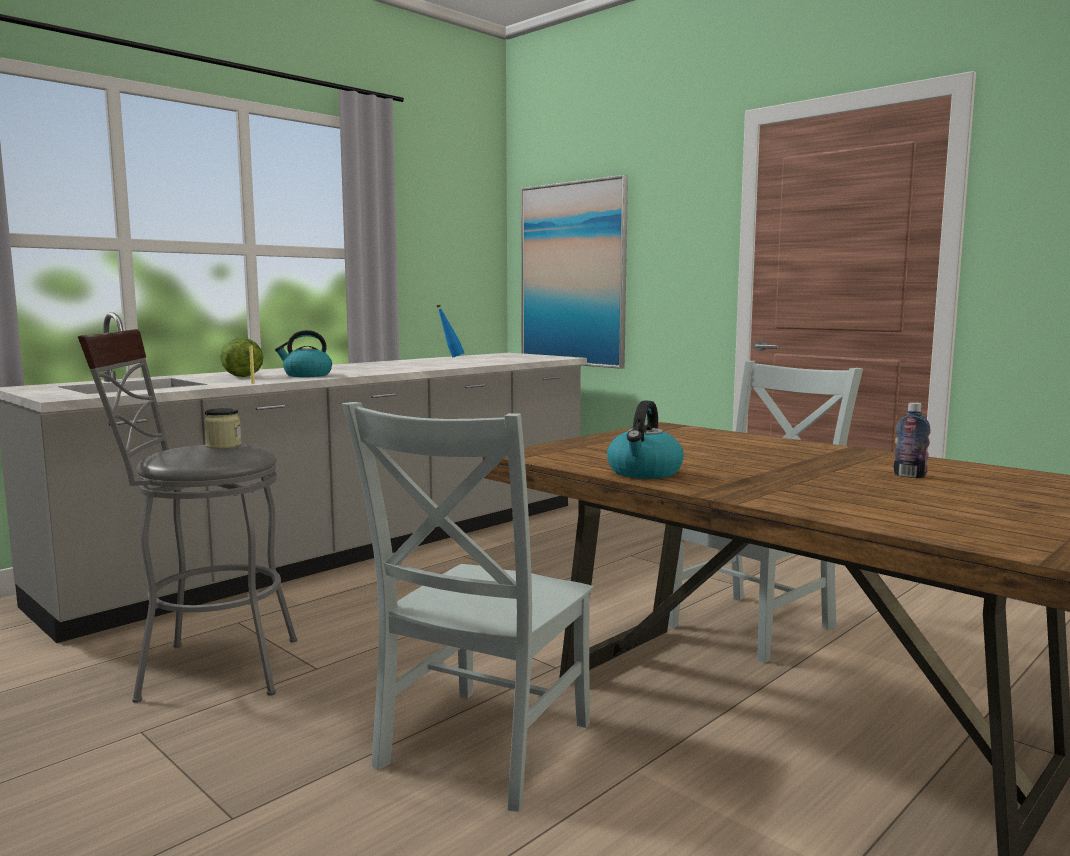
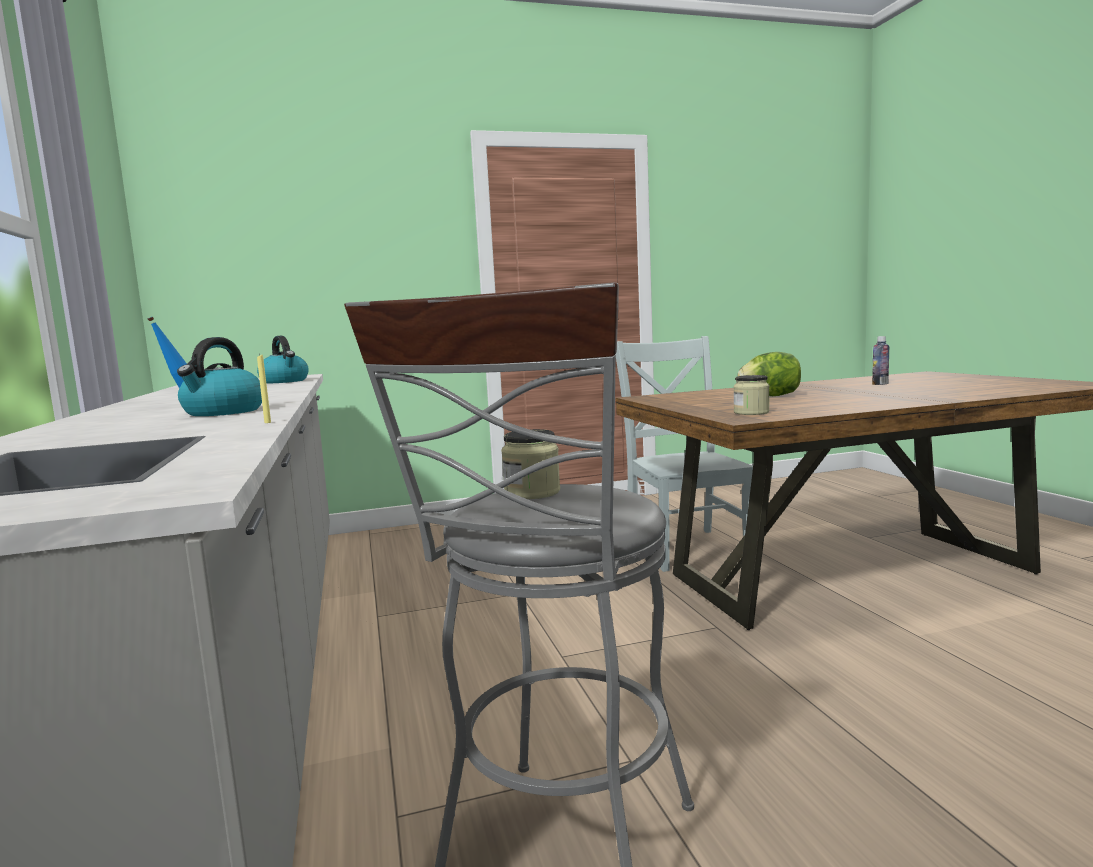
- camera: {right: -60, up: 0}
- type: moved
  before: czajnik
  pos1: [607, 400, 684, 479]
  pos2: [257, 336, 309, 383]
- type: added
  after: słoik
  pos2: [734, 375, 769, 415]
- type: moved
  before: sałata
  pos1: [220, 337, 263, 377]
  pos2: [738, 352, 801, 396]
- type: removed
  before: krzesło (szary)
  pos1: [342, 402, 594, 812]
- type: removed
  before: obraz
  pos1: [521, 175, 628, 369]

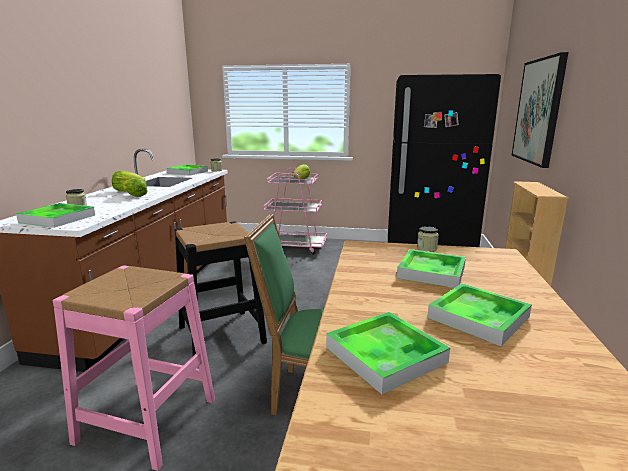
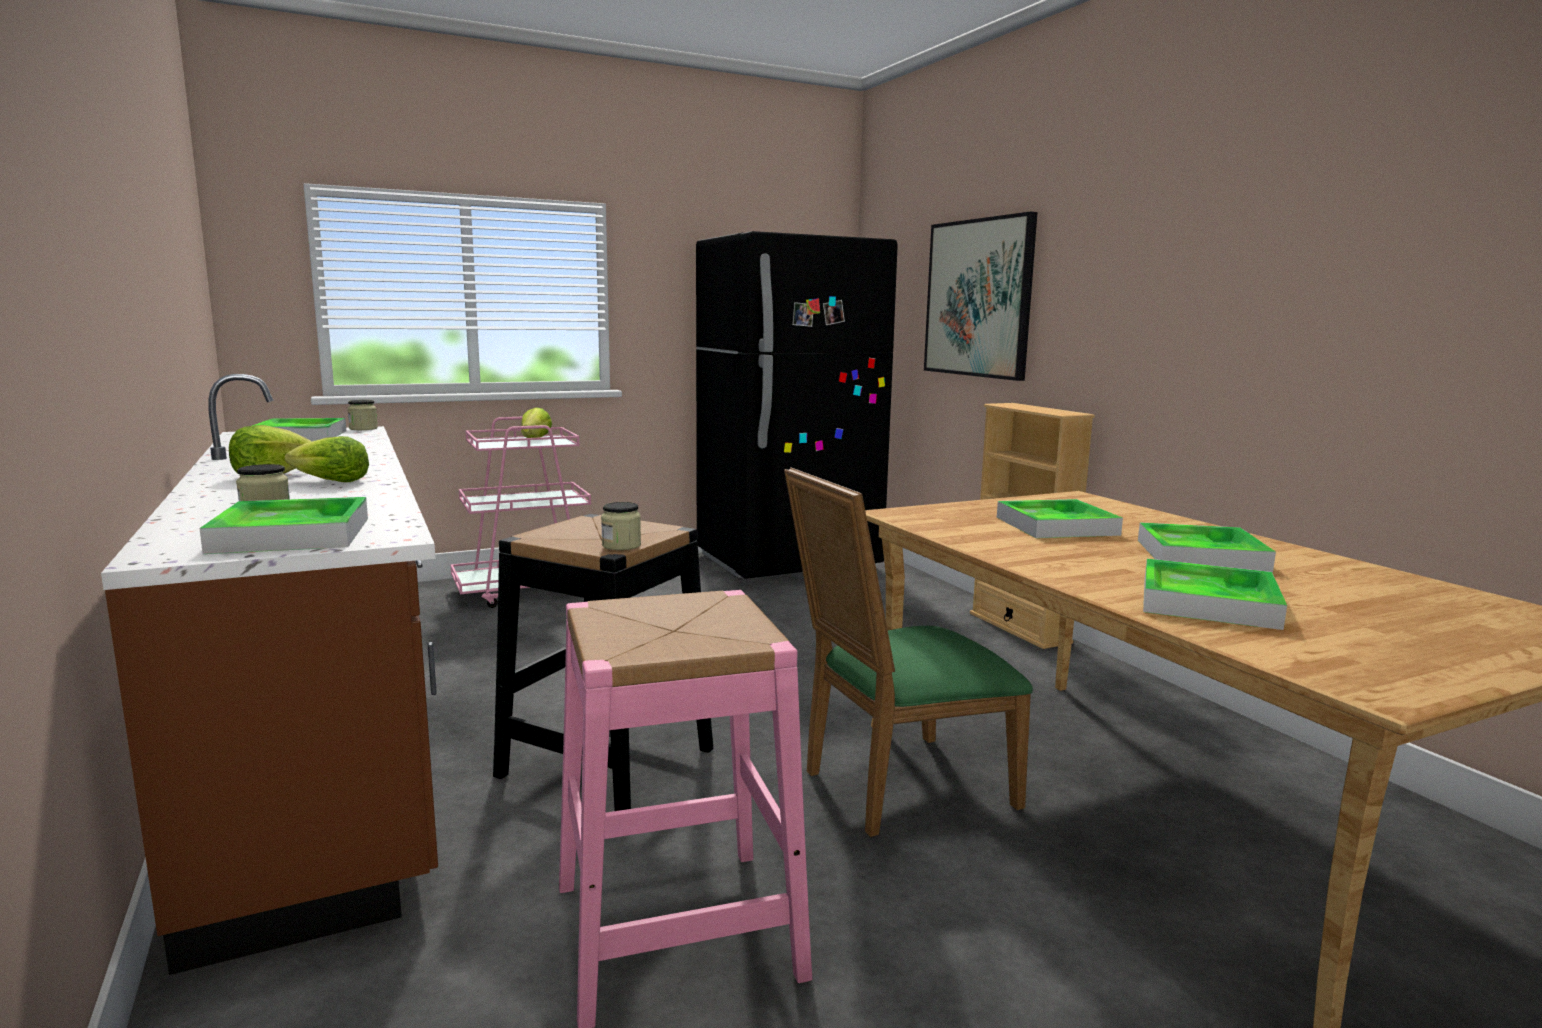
- camera: {right: -35, up: -5}
- type: moved
  before: słoik
  pos1: [417, 226, 439, 252]
  pos2: [601, 502, 641, 550]

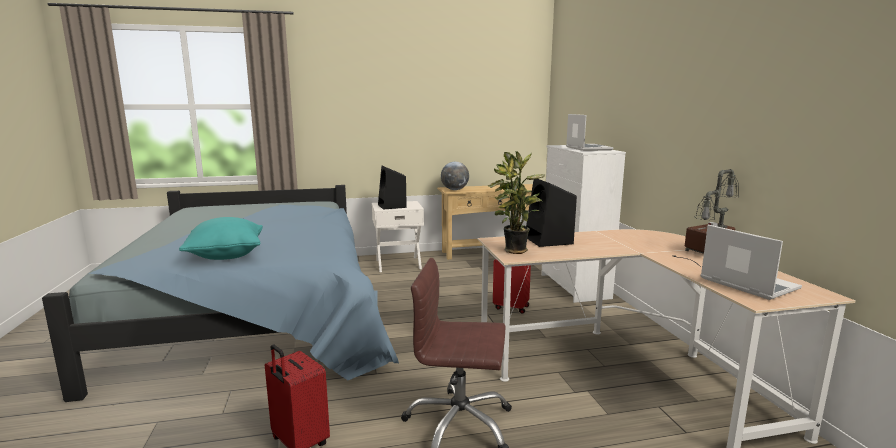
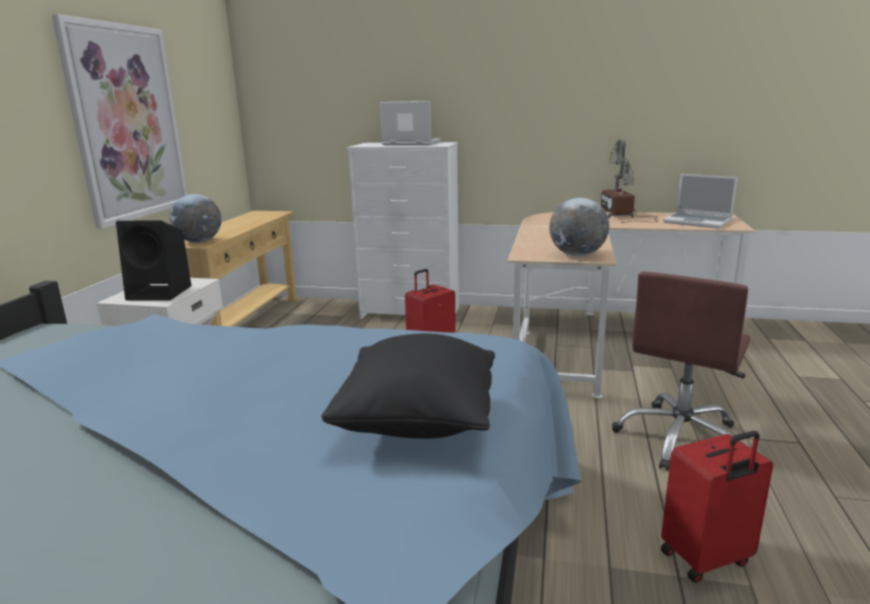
- camera: {right: -65, up: 5}
- type: added
  after: obraz
  pos2: [51, 14, 187, 229]
- type: recoloured
  before: poduszka (turkusowy)
  after: poduszka (czarny)
  pos1: [179, 217, 263, 260]
  pos2: [321, 333, 495, 439]
- type: replaced
  before: roślina doniczkowa
  after: globus
  pos1: [487, 151, 545, 254]
  pos2: [549, 198, 609, 256]
- type: turned
  before: laptop
  pos1: [700, 225, 802, 300]
  pos2: [663, 174, 738, 229]
  turn: -135
- type: removed
  before: głośnik (czarny)
  pos1: [526, 179, 577, 247]

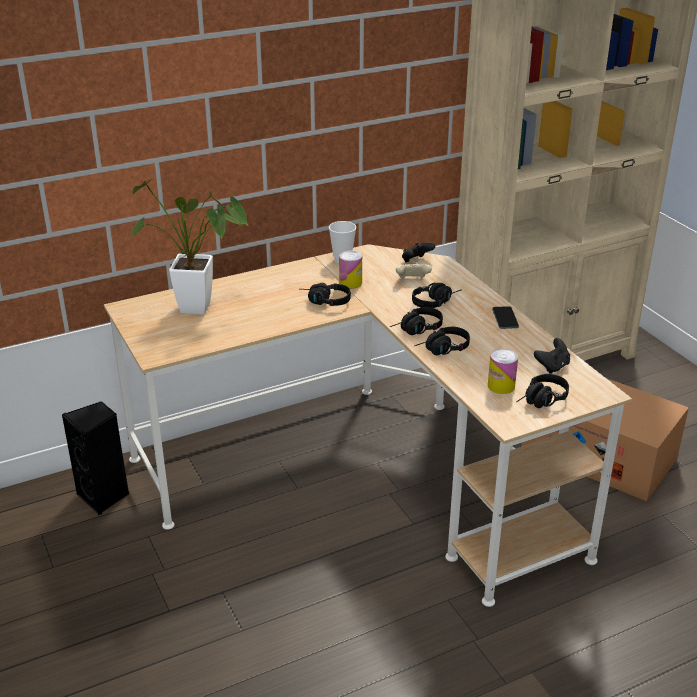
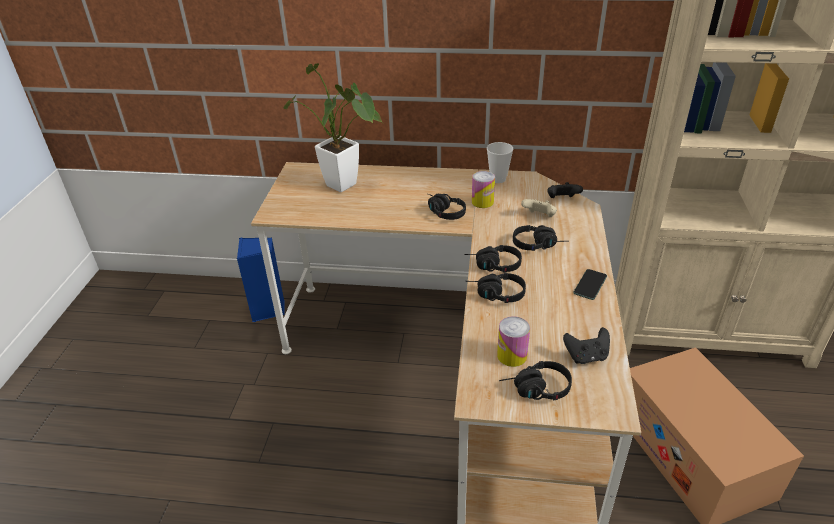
- camera: {right: 35, up: 5}
- type: recoloured
  before: głośnik (czarny)
  after: głośnik (niebieski)
  pos1: [62, 401, 129, 515]
  pos2: [237, 237, 284, 322]

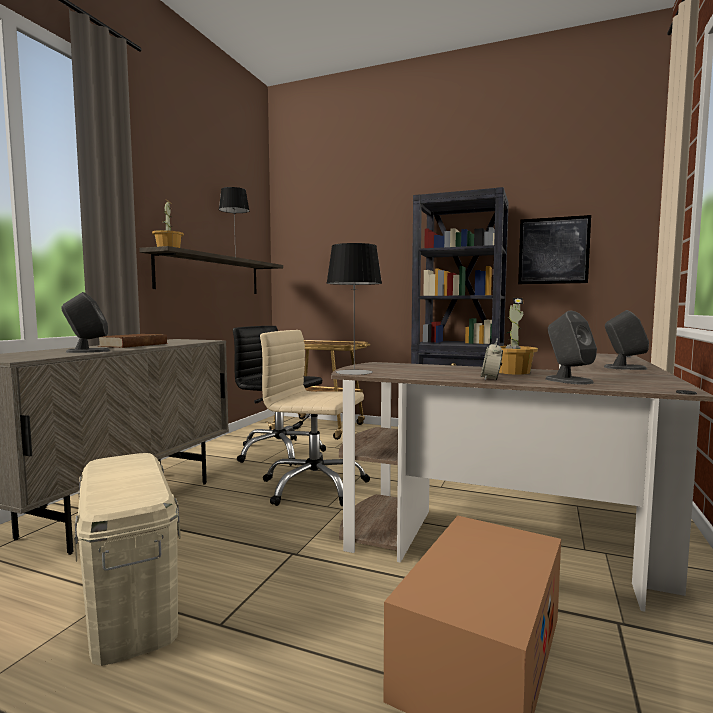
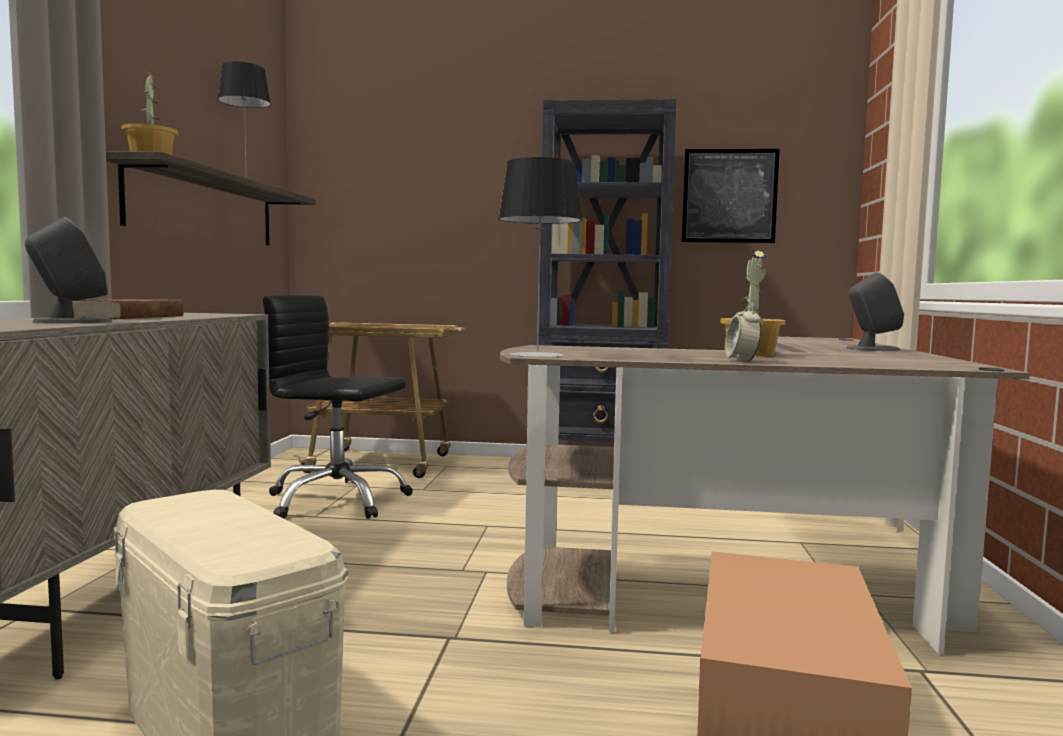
- camera: {right: -15, up: 0}
- type: removed
  before: krzesło biurowe (beżowy)
  pos1: [260, 330, 370, 506]
- type: removed
  before: głośnik (szary)
  pos1: [545, 311, 597, 385]

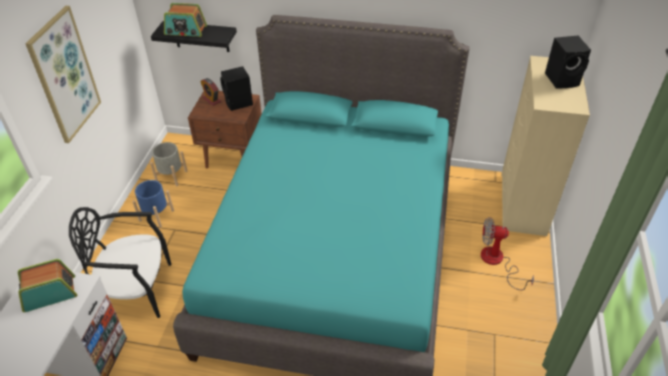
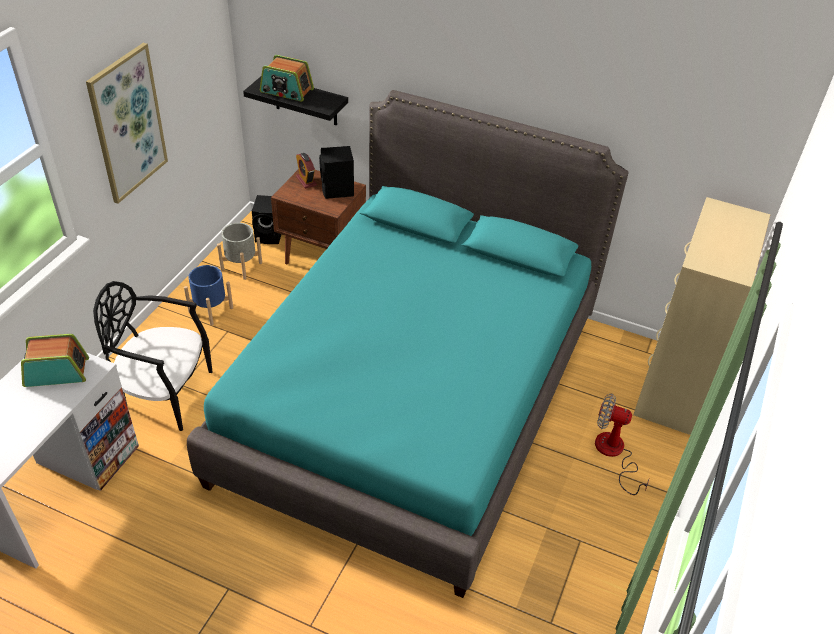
- camera: {right: 10, up: 0}
- type: moved
  before: głośnik (czarny)
  pos1: [545, 36, 591, 88]
  pos2: [252, 195, 281, 244]

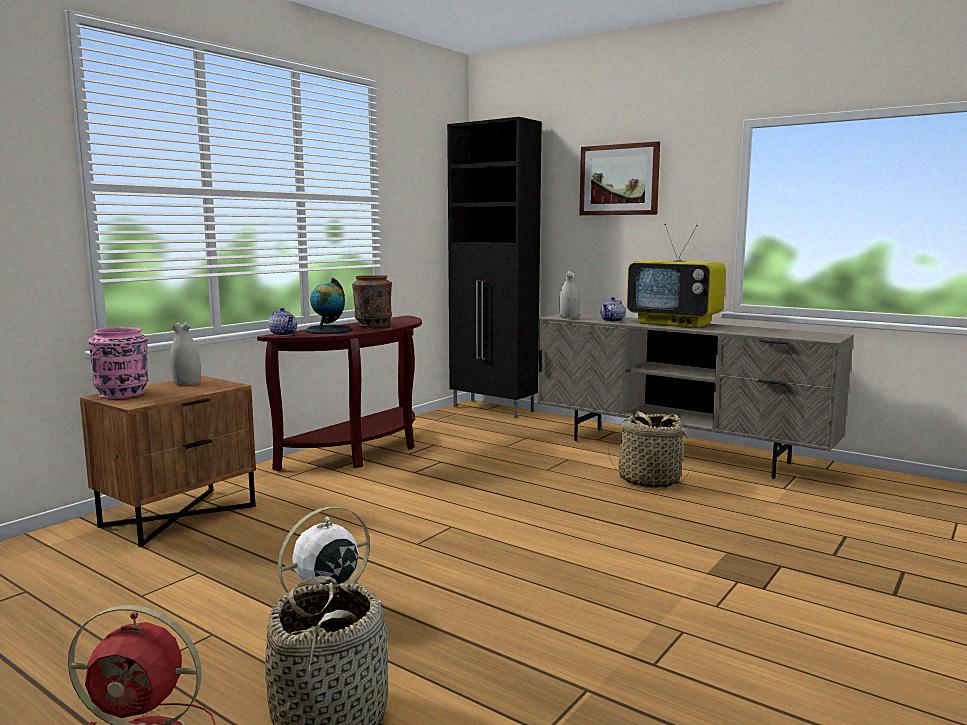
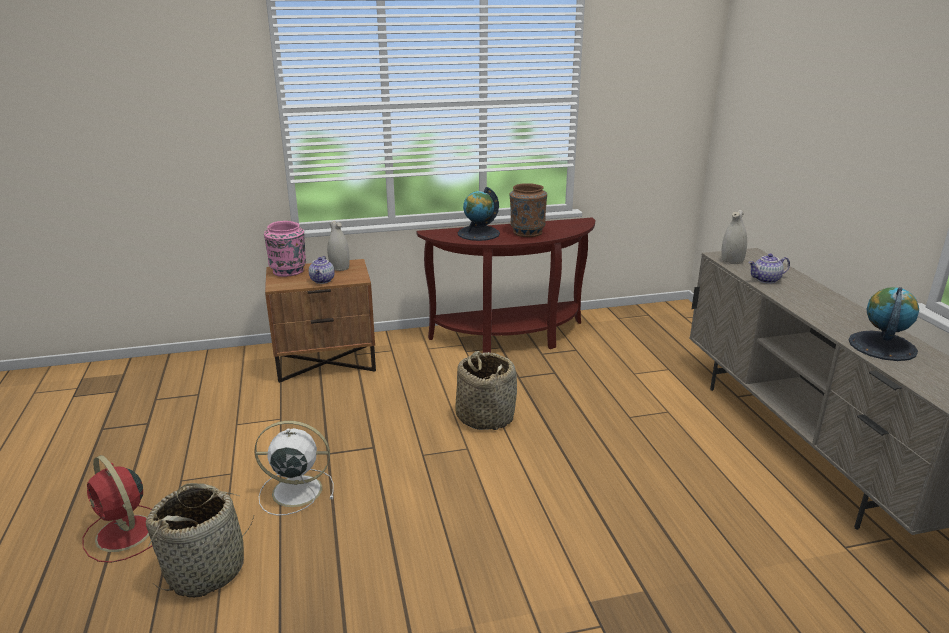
- camera: {right: 40, up: 15}
- type: moved
  before: imbryk
  pos1: [269, 308, 297, 336]
  pos2: [309, 256, 335, 284]
- type: moved
  before: koszyk
  pos1: [608, 411, 689, 488]
  pos2: [455, 351, 517, 430]
- type: added
  after: globus
  pos2: [848, 287, 919, 361]
- type: removed
  before: szafka (czarny)
  pos1: [447, 117, 542, 418]
- type: removed
  before: obraz
  pos1: [579, 141, 660, 215]
- type: removed
  before: telewizor
  pos1: [627, 224, 726, 328]

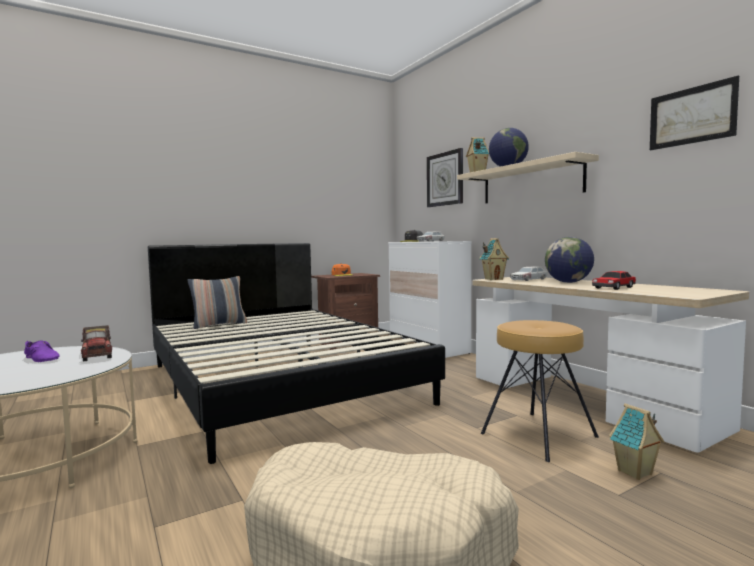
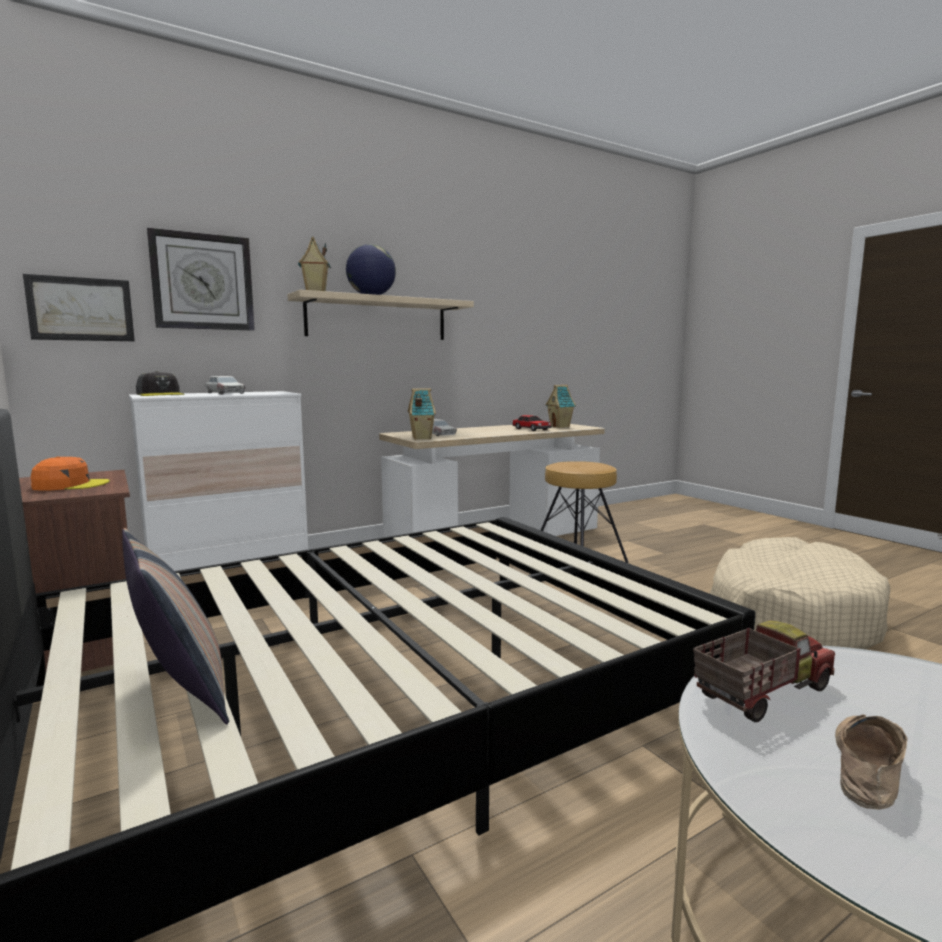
- camera: {right: -90, up: 5}
- type: moved
  before: obraz
  pos1: [650, 75, 739, 150]
  pos2: [23, 274, 135, 341]
- type: moved
  before: domek
  pos1: [609, 403, 664, 480]
  pos2: [545, 385, 576, 428]
- type: recoloured
  before: but (fioletowy)
  after: but (beżowy)
  pos1: [24, 341, 60, 362]
  pos2: [835, 715, 908, 809]
- type: removed
  before: globus
  pos1: [545, 237, 594, 283]

